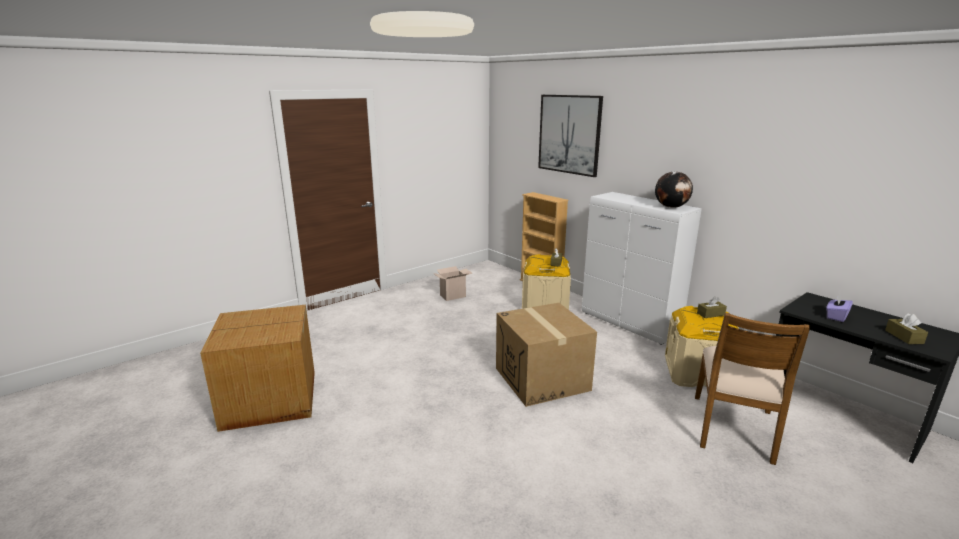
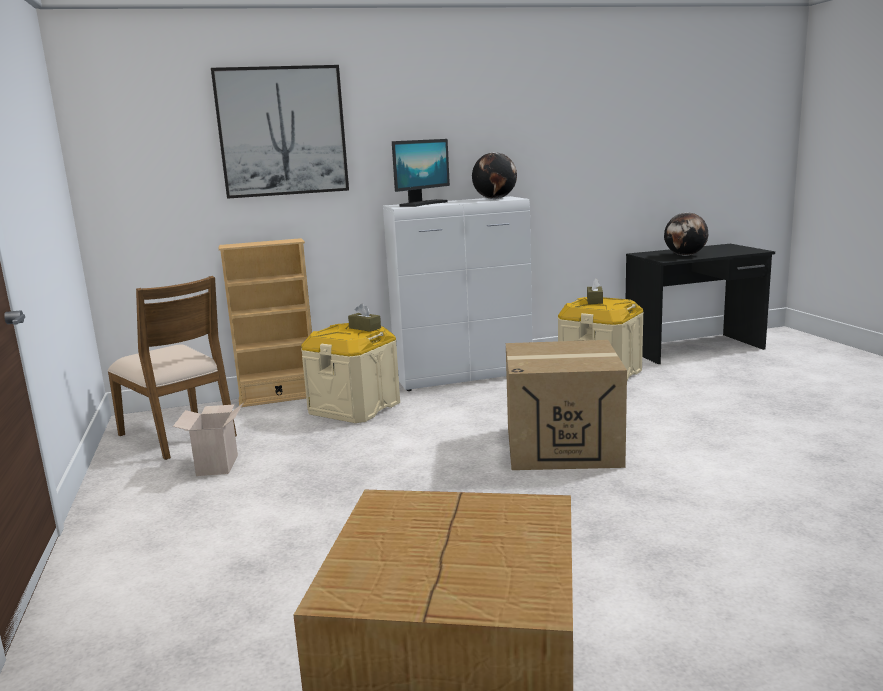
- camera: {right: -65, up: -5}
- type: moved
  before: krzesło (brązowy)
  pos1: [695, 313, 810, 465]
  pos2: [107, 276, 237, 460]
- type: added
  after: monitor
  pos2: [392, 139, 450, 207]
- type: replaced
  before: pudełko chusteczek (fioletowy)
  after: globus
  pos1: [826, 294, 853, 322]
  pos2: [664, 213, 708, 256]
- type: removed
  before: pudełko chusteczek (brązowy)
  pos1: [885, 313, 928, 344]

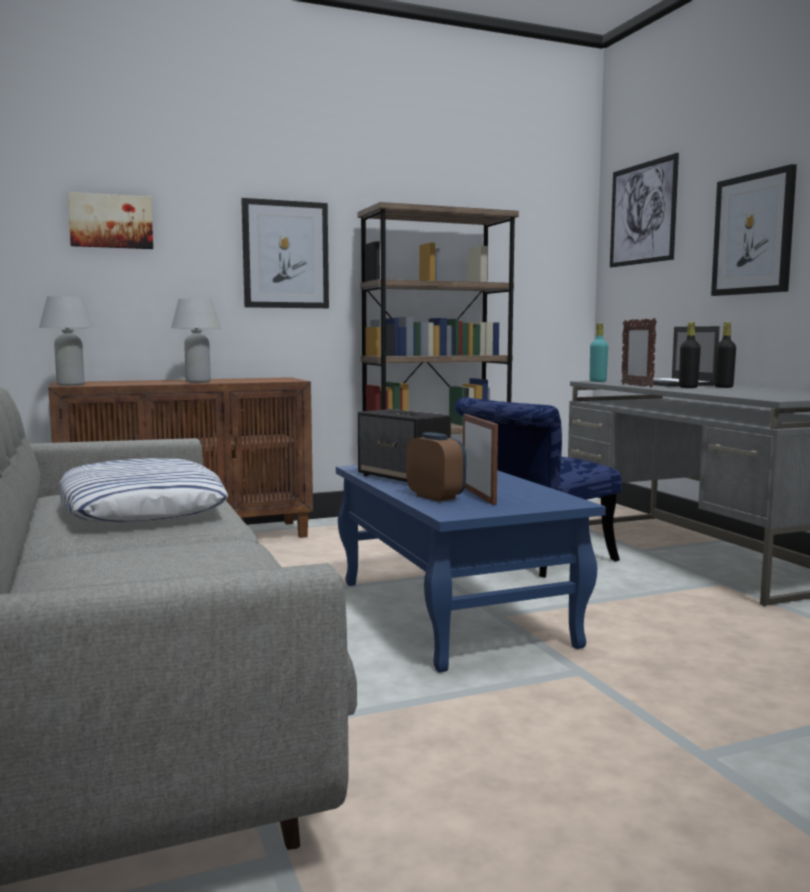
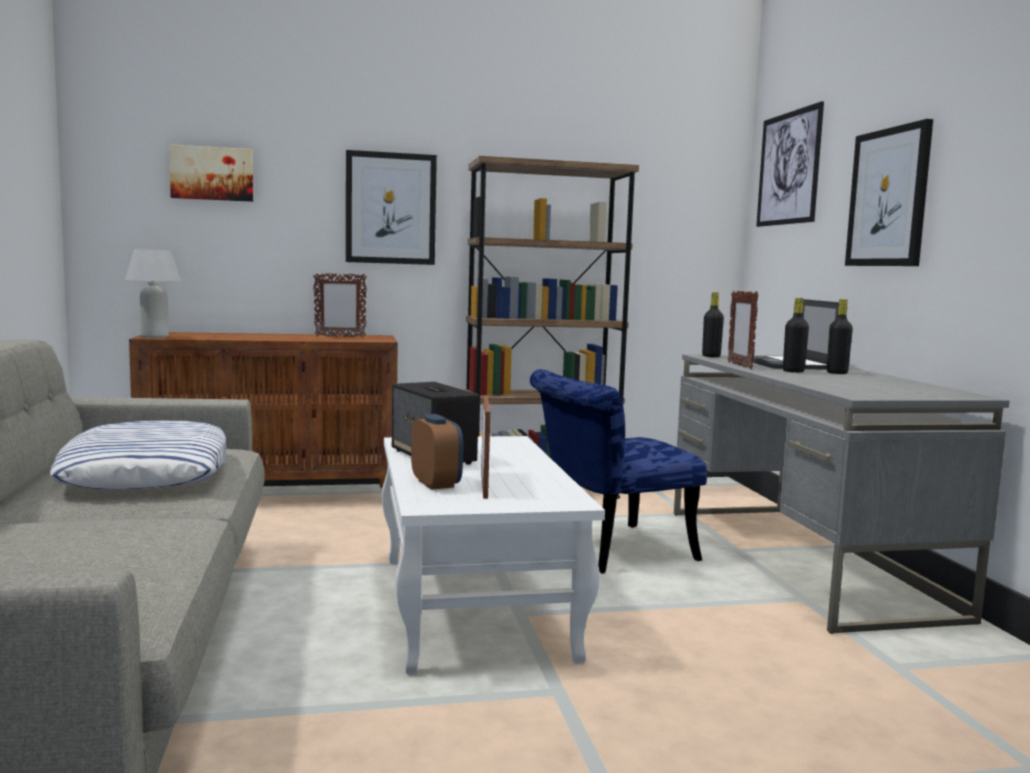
- camera: {right: 10, up: 0}
- type: added
  after: ramka na zdjęcie
  pos2: [313, 273, 367, 337]
- type: recoloured
  before: ława (niebieski)
  after: ława (biały)
  pos1: [336, 465, 606, 672]
  pos2: [382, 436, 605, 675]
- type: recoloured
  before: butelka (turkusowy)
  after: butelka (czarny)
  pos1: [590, 323, 608, 382]
  pos2: [702, 292, 724, 357]
- type: removed
  before: lampa stołowa (biały)
  pos1: [171, 299, 221, 383]

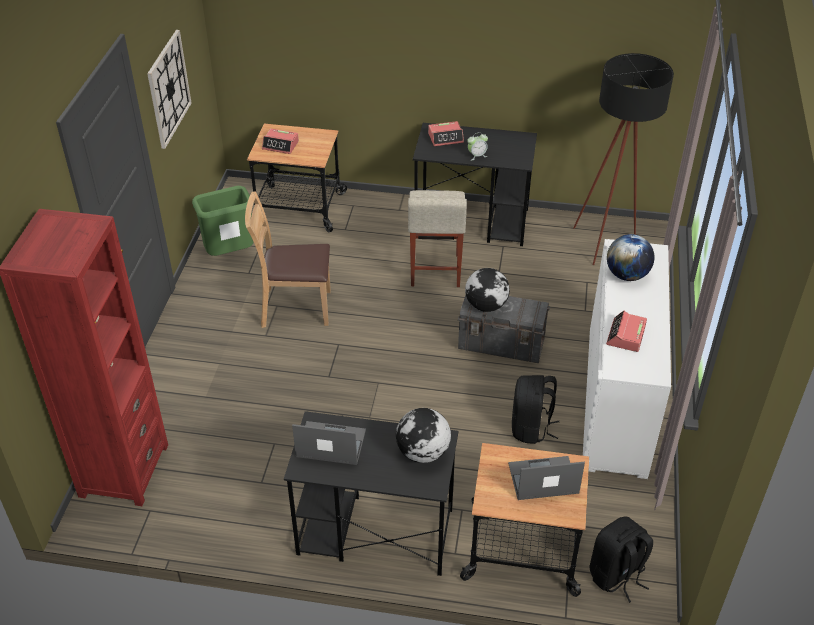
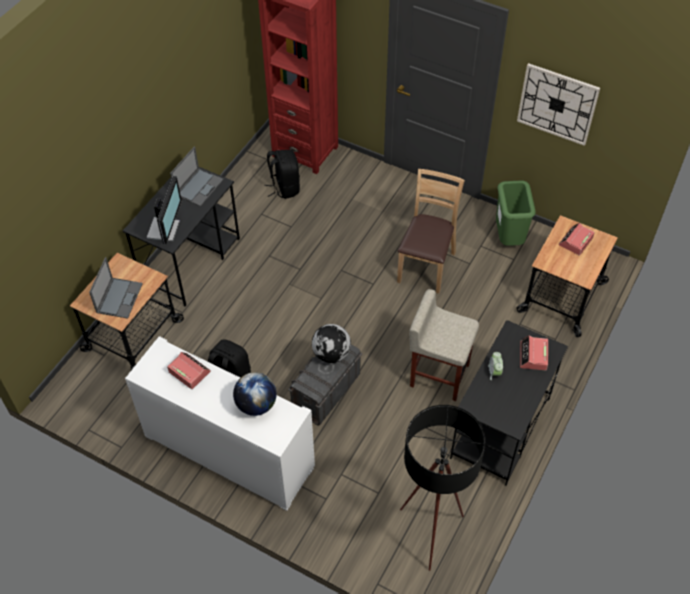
- camera: {right: 110, up: 10}
- type: replaced
  before: globus
  after: monitor
  pos1: [396, 408, 451, 463]
  pos2: [147, 176, 182, 244]
- type: moved
  before: plecak (czarny)
  pos1: [590, 516, 653, 603]
  pos2: [264, 150, 300, 199]

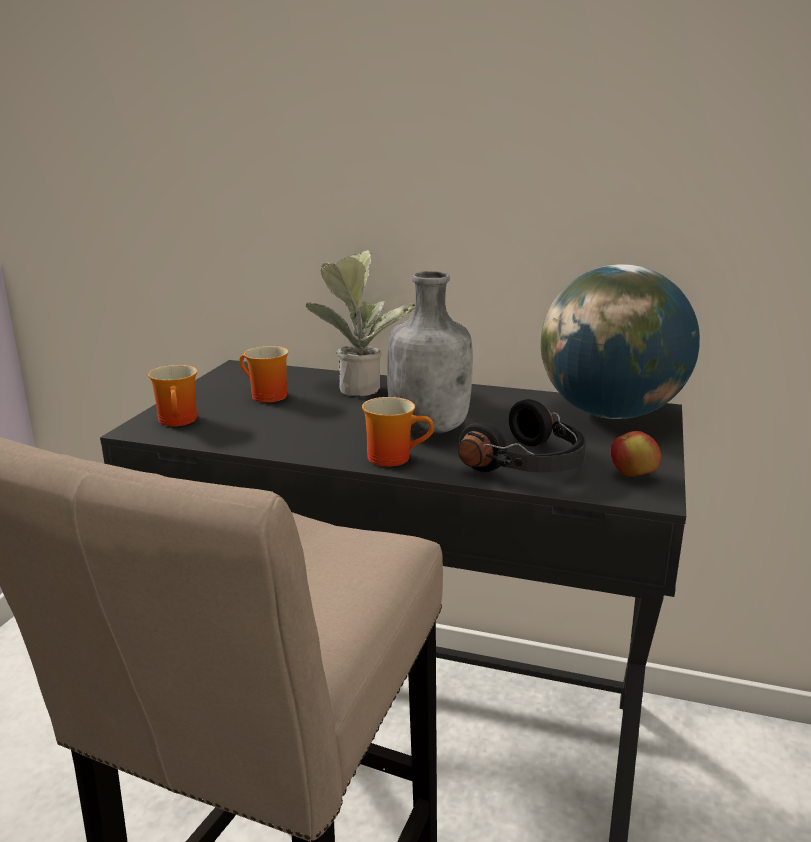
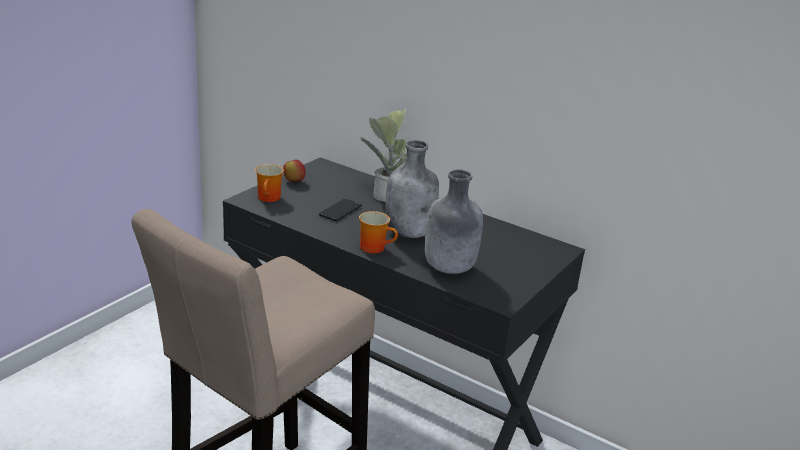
- camera: {right: 15, up: 5}
- type: moved
  before: jabłko
  pos1: [611, 431, 661, 477]
  pos2: [283, 160, 306, 182]
- type: added
  after: telefon
  pos2: [319, 199, 362, 221]
- type: replaced
  before: słuchawki (czarny)
  after: butelka (szary)
  pos1: [458, 399, 586, 473]
  pos2: [425, 169, 483, 274]
- type: removed
  before: kubek
  pos1: [239, 346, 289, 403]
- type: removed
  before: globus
  pos1: [541, 264, 700, 419]

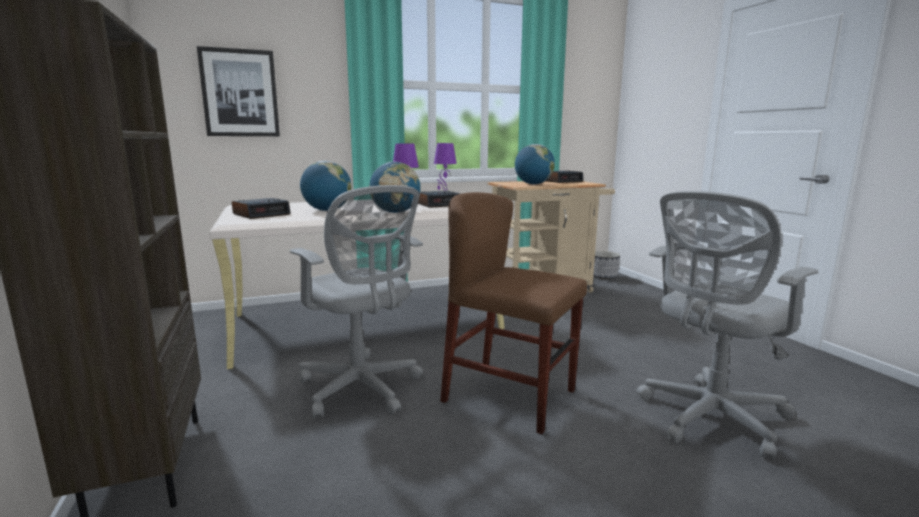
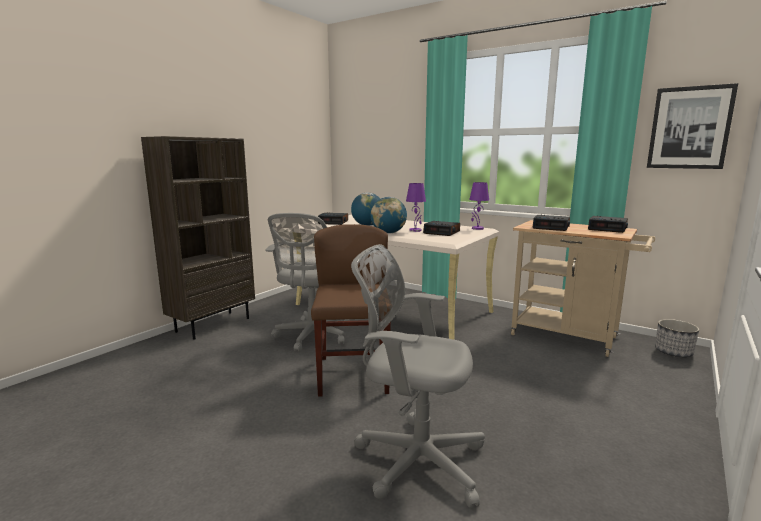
- camera: {right: 55, up: 0}
- type: replaced
  before: globus
  after: budzik
  pos1: [515, 144, 555, 184]
  pos2: [532, 215, 570, 231]
- type: moved
  before: obraz
  pos1: [197, 46, 280, 136]
  pos2: [647, 83, 738, 169]

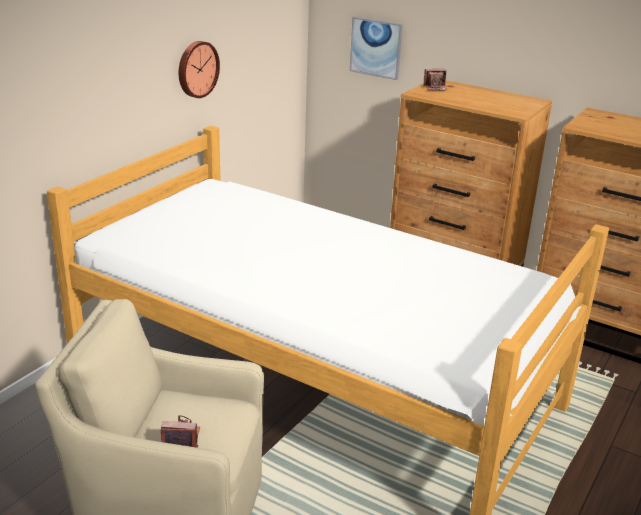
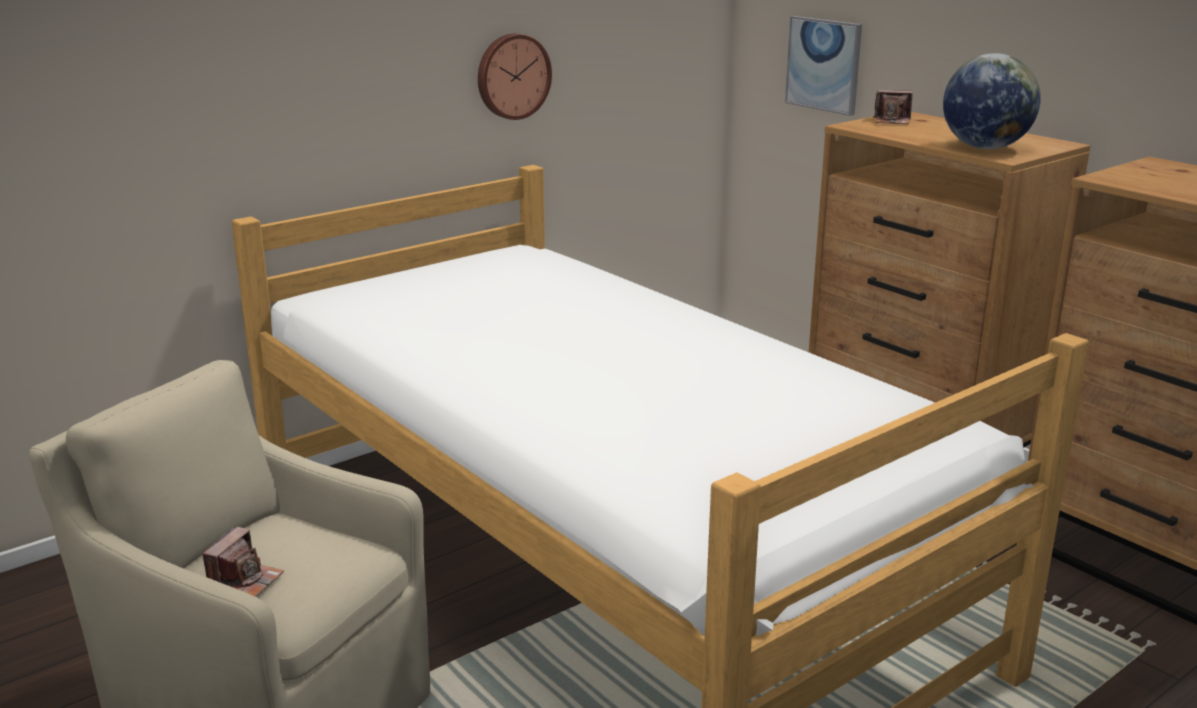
- camera: {right: 20, up: -5}
- type: turned
  before: aparat fotograficzny
  pos1: [161, 415, 200, 448]
  pos2: [202, 527, 284, 597]
  turn: 90
- type: added
  after: globus
  pos2: [943, 53, 1041, 149]

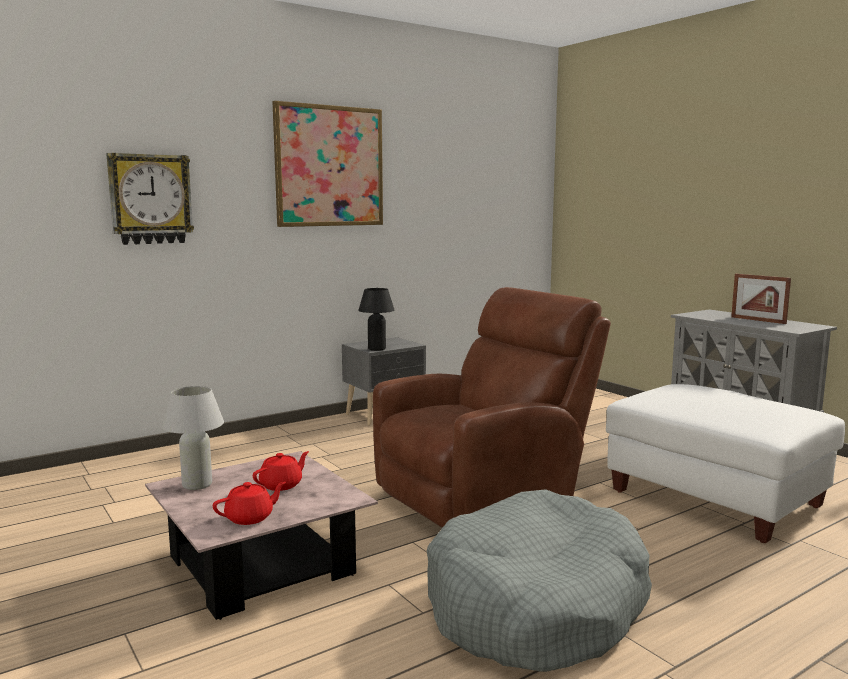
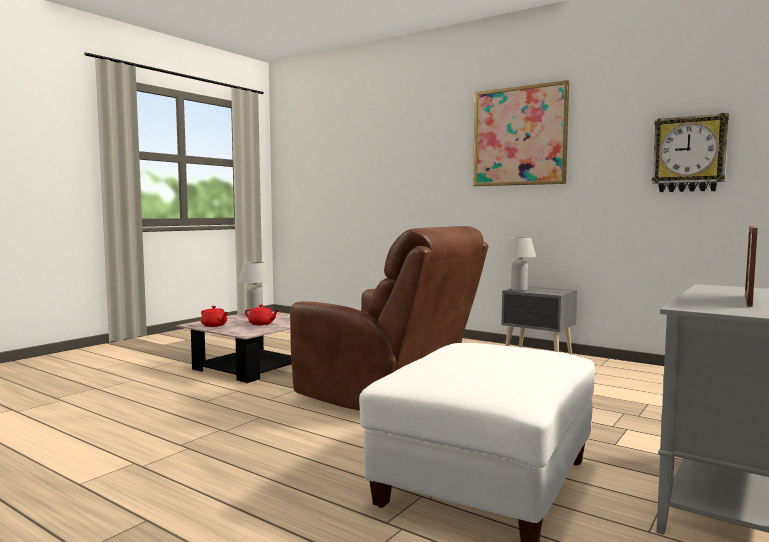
- camera: {right: 70, up: -5}
- type: recoloured
  before: lampa stołowa (czarny)
  after: lampa stołowa (biały)
  pos1: [358, 288, 394, 351]
  pos2: [504, 237, 536, 291]
- type: moved
  before: zegar ścienny
  pos1: [106, 153, 194, 245]
  pos2: [652, 113, 729, 192]
- type: removed
  before: legowisko (szary)
  pos1: [427, 489, 652, 672]

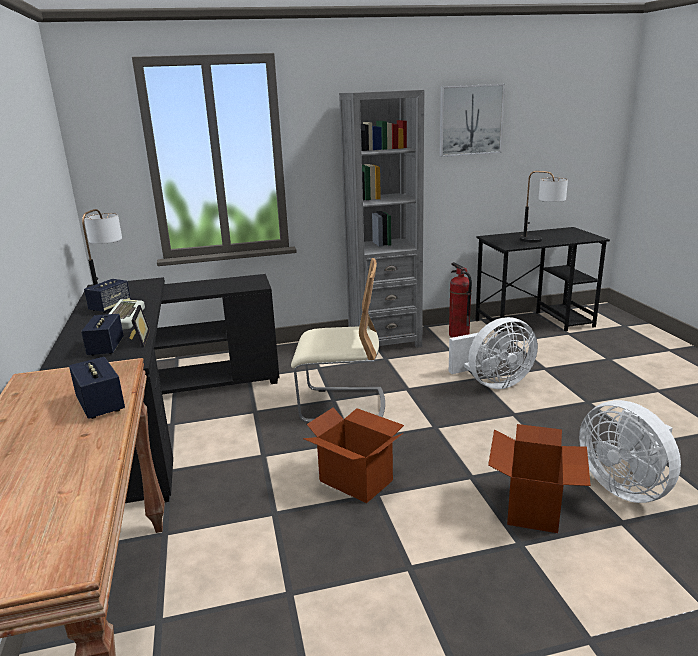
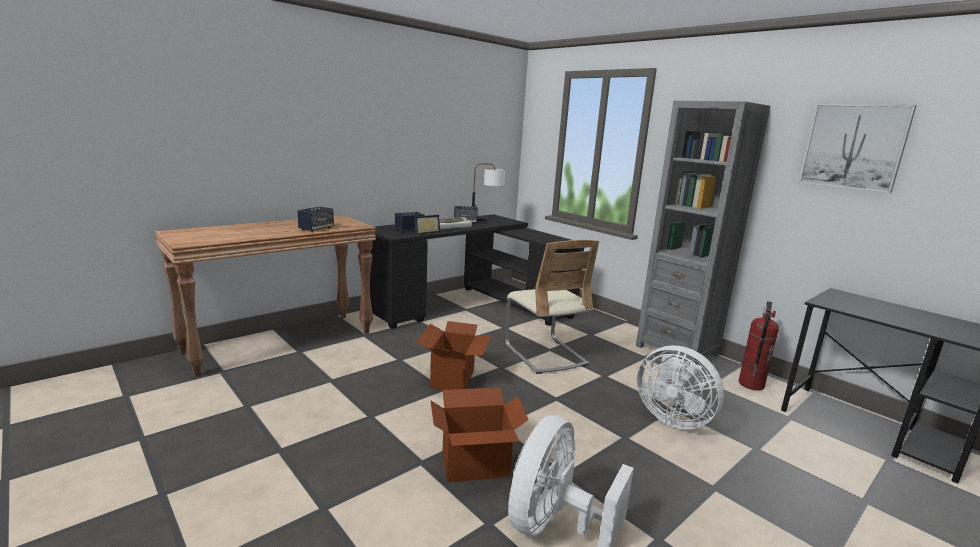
- camera: {right: 60, up: -5}
- type: removed
  before: lampa stołowa
  pos1: [520, 171, 568, 243]

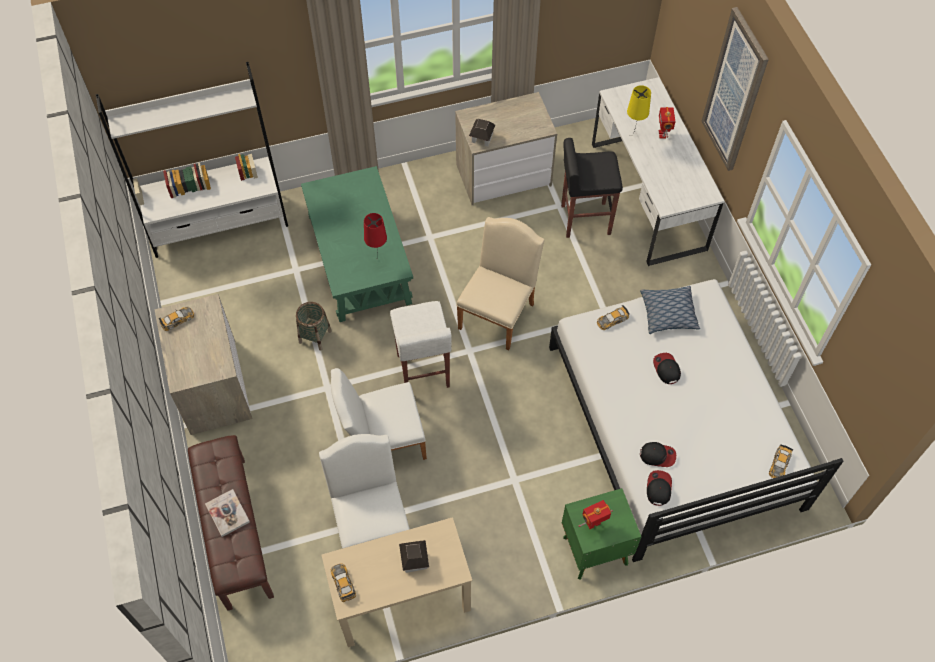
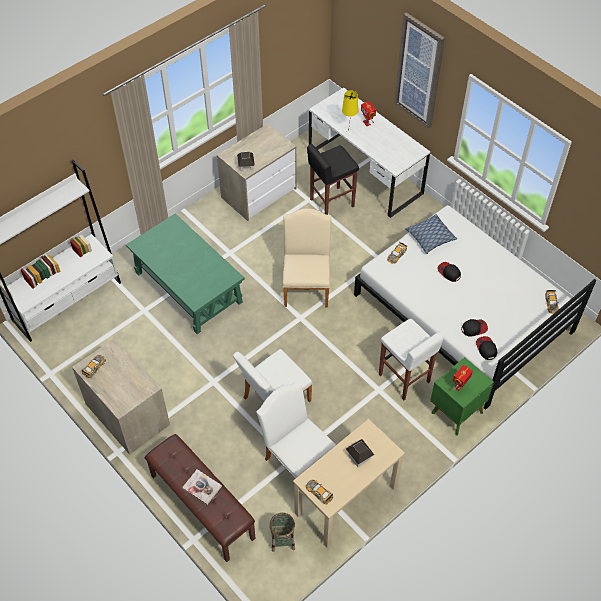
- camera: {right: -25, up: -5}
- type: moved
  before: koszyk
  pos1: [296, 302, 332, 350]
  pos2: [270, 513, 295, 552]
- type: moved
  before: stołek (biały)
  pos1: [390, 301, 452, 388]
  pos2: [379, 319, 444, 400]
- type: removed
  before: lampa stołowa (czerwony)
  pos1: [364, 213, 387, 259]

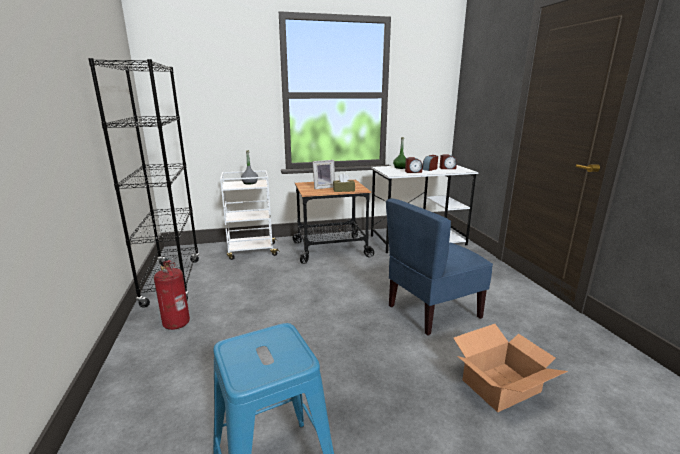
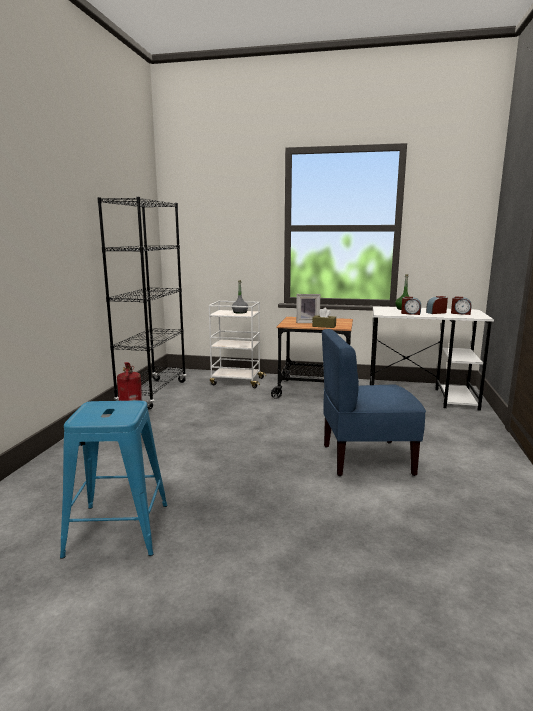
- camera: {right: 25, up: -5}
- type: removed
  before: karton
  pos1: [454, 324, 568, 412]

